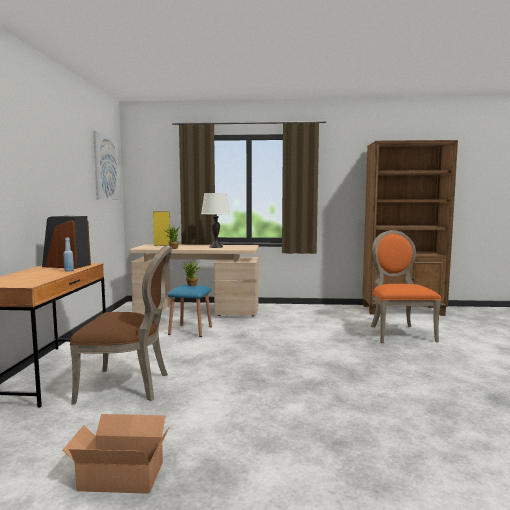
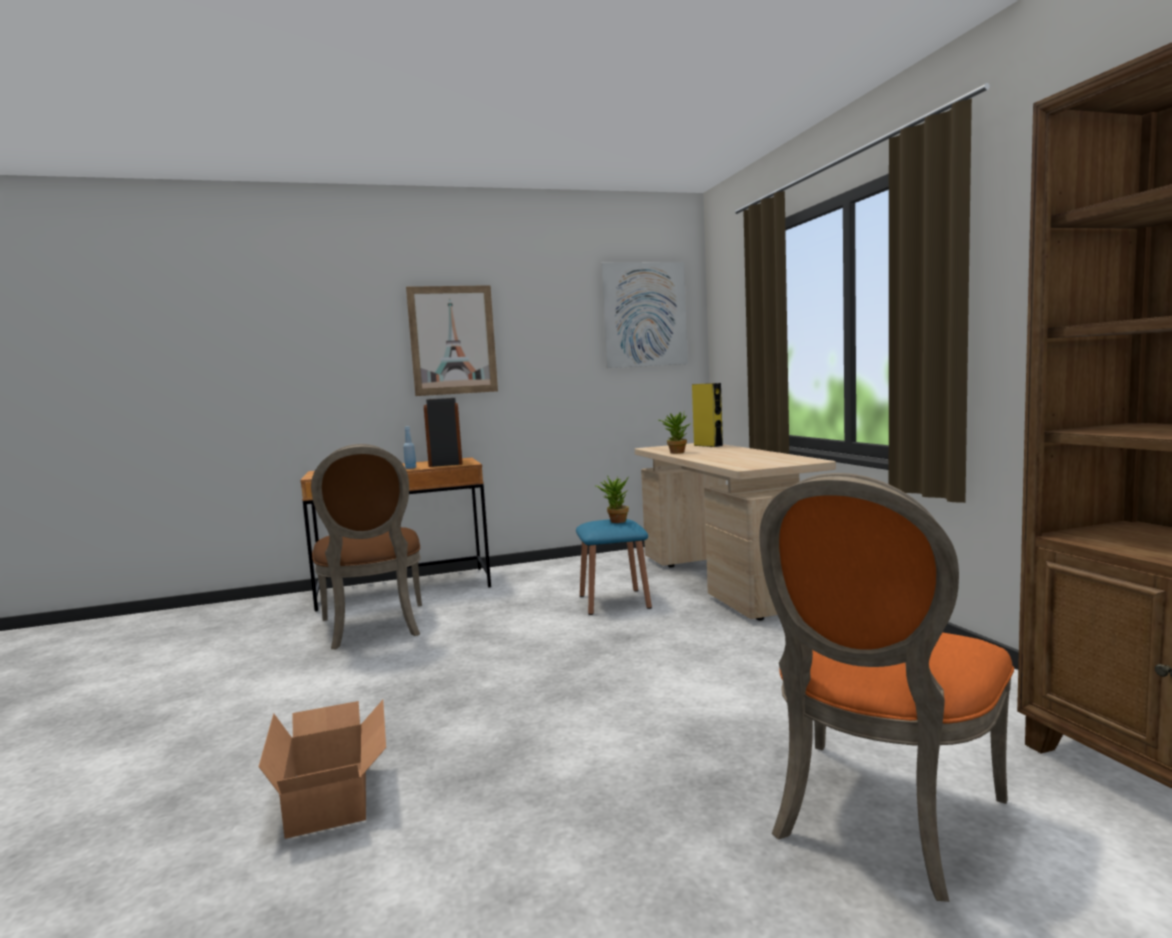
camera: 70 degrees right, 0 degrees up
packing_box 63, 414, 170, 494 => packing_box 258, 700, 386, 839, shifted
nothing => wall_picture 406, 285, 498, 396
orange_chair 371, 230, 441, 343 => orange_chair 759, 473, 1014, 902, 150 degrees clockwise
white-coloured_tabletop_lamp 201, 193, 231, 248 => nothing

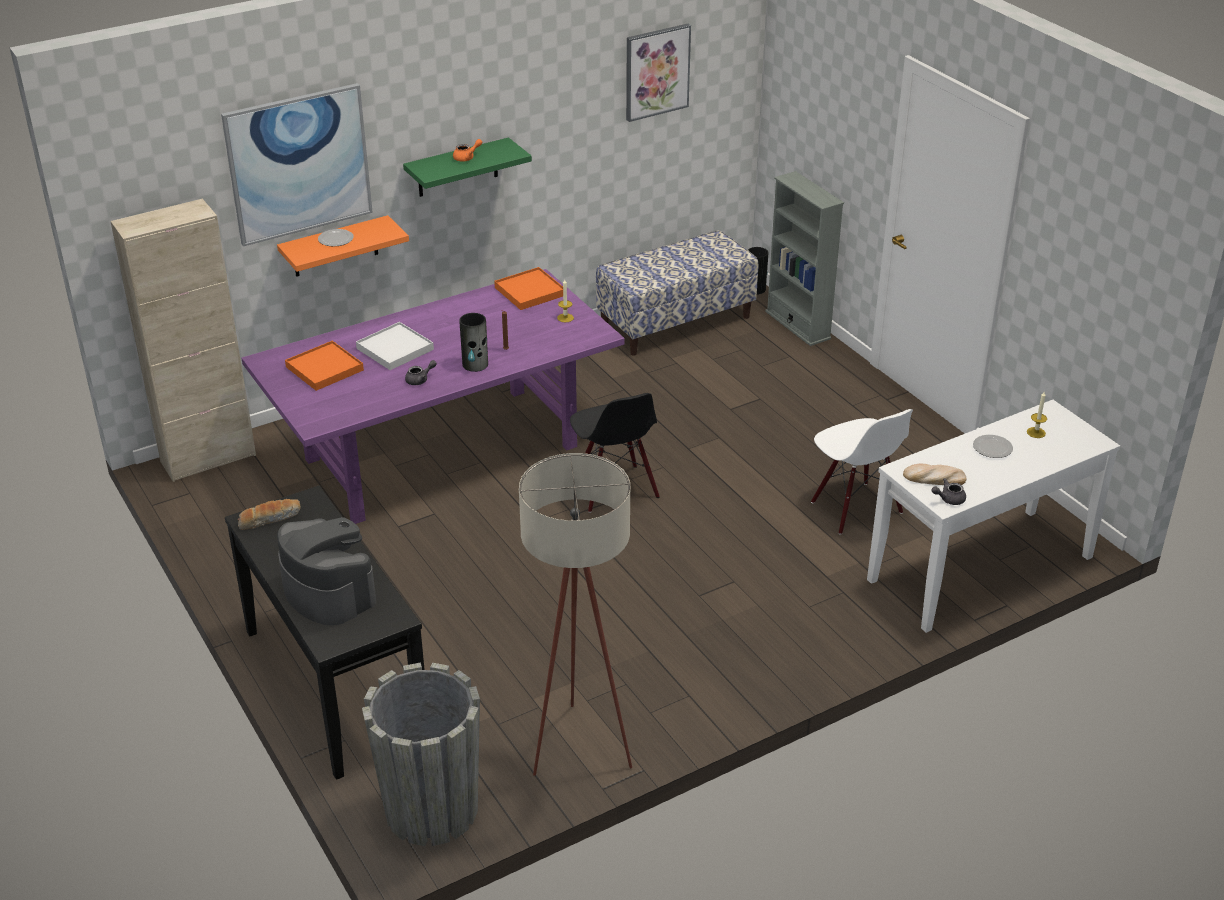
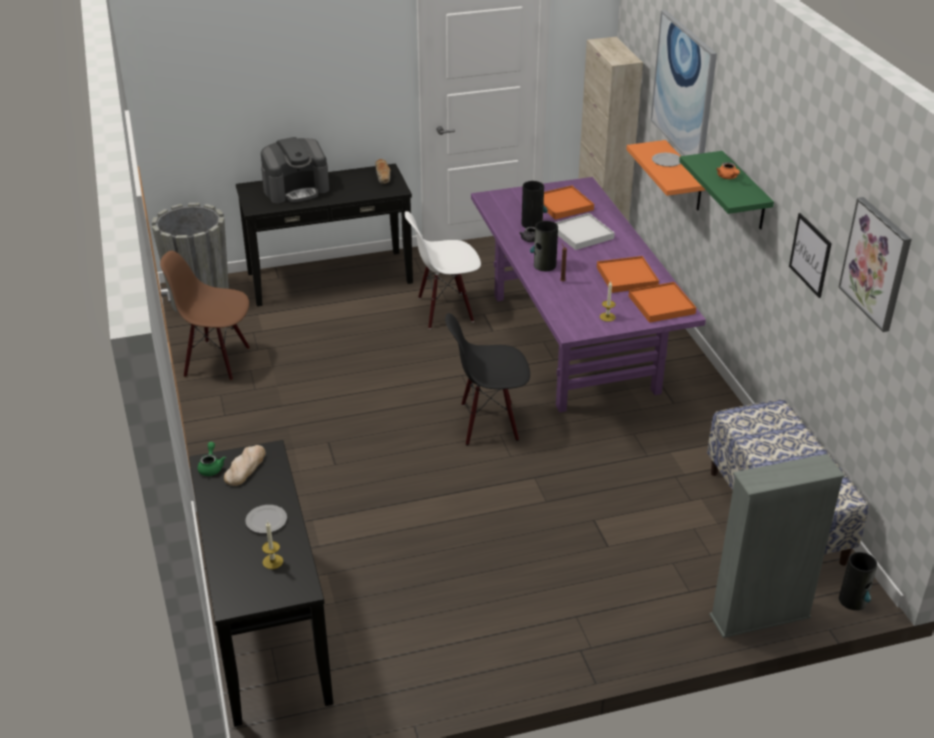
camera: 105 degrees right, 0 degrees up
sand-coloured_floor_lamp 519, 453, 632, 776 => brown_chair 160, 251, 250, 380
white-coloured_hall_table 867, 400, 1120, 633 => blackish_hall_table 189, 440, 333, 727
gray_teapot 931, 478, 966, 505 => greenish_teapot 198, 442, 226, 476
white-coloured_chair 811, 409, 913, 535 => white-coloured_chair 405, 211, 481, 329, shifted
nothing => flower_vase 522, 181, 548, 228
nothing => orange_carrying_tray 597, 256, 659, 293
nothing => wall_picture 789, 213, 832, 298

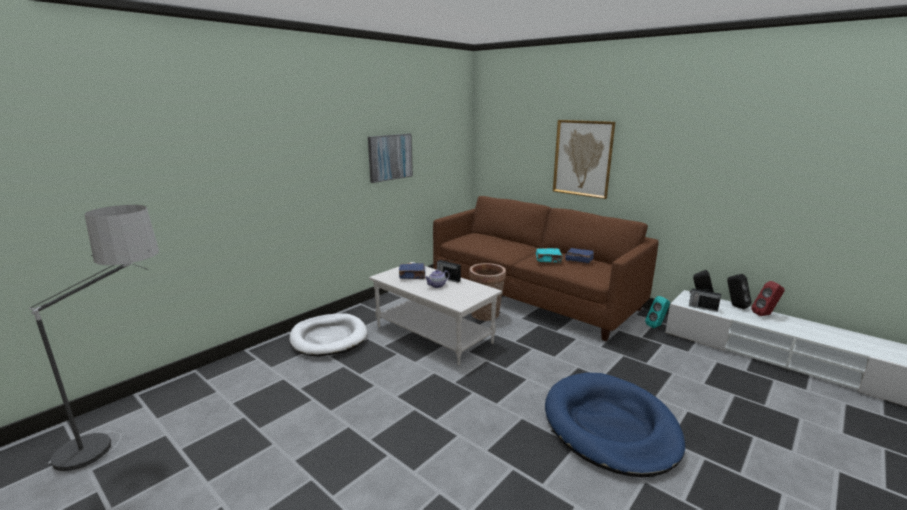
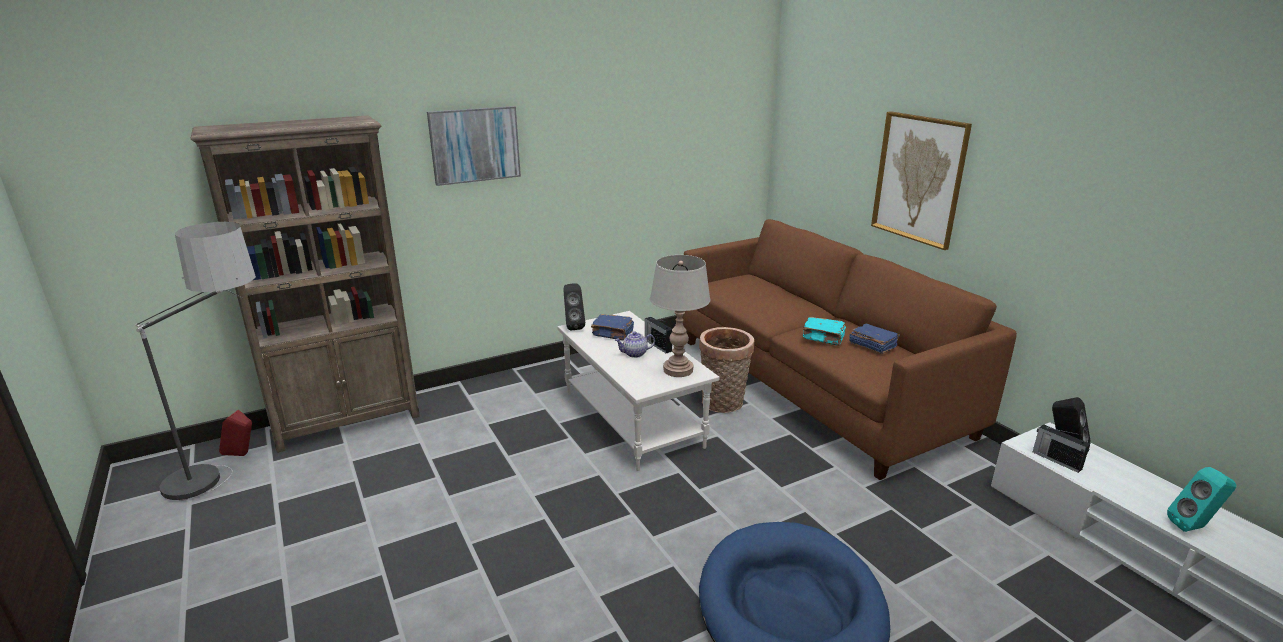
camera: 20 degrees right, 5 degrees up
nothing => brown_bookcase 191, 115, 420, 453
red-coloured_speaker 751, 281, 785, 316 => red-coloured_speaker 219, 409, 252, 456, shifted
wall_picture 368, 134, 413, 183 => wall_picture 427, 106, 521, 186, shifted
blackish_speaker 727, 274, 751, 309 => blackish_speaker 563, 284, 585, 331, shifted
nothing => gray_tabletop_lamp 650, 255, 710, 377
blue-green_speaker 645, 296, 670, 328 => blue-green_speaker 1167, 467, 1236, 532, shifted
white-coloured_dog_bed 289, 313, 367, 357 => nothing

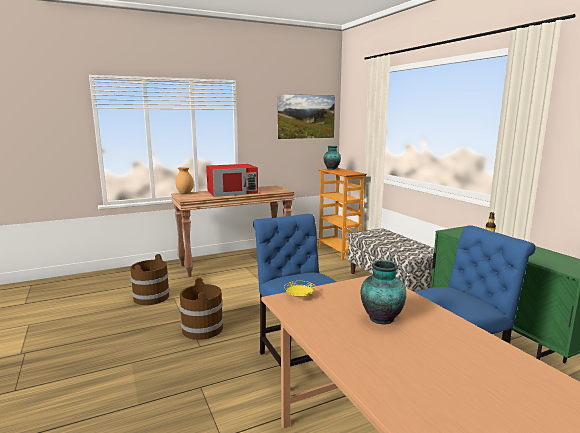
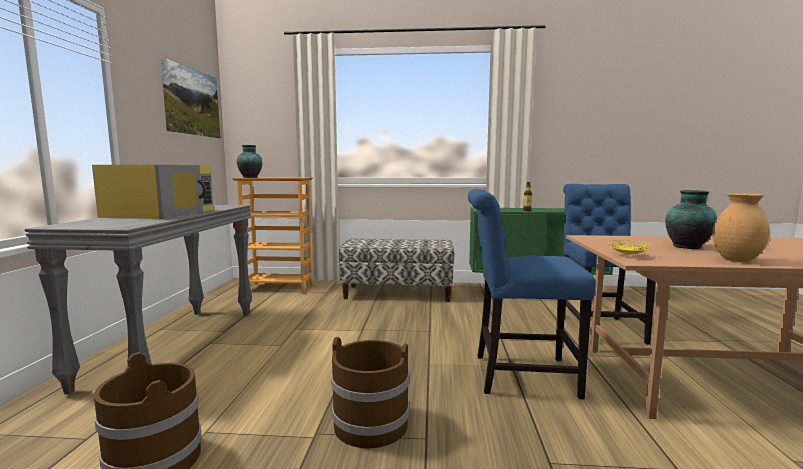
camera: 60 degrees left, 5 degrees down
brown_hall_table 171, 185, 294, 277 => gray_hall_table 25, 205, 252, 394
red-coloured_kitchen_microwave 206, 164, 258, 197 => yellow-coloured_kitchen_microwave 92, 165, 213, 219
brown_flower_vase 175, 167, 194, 194 => brown_flower_vase 712, 193, 770, 262, shifted

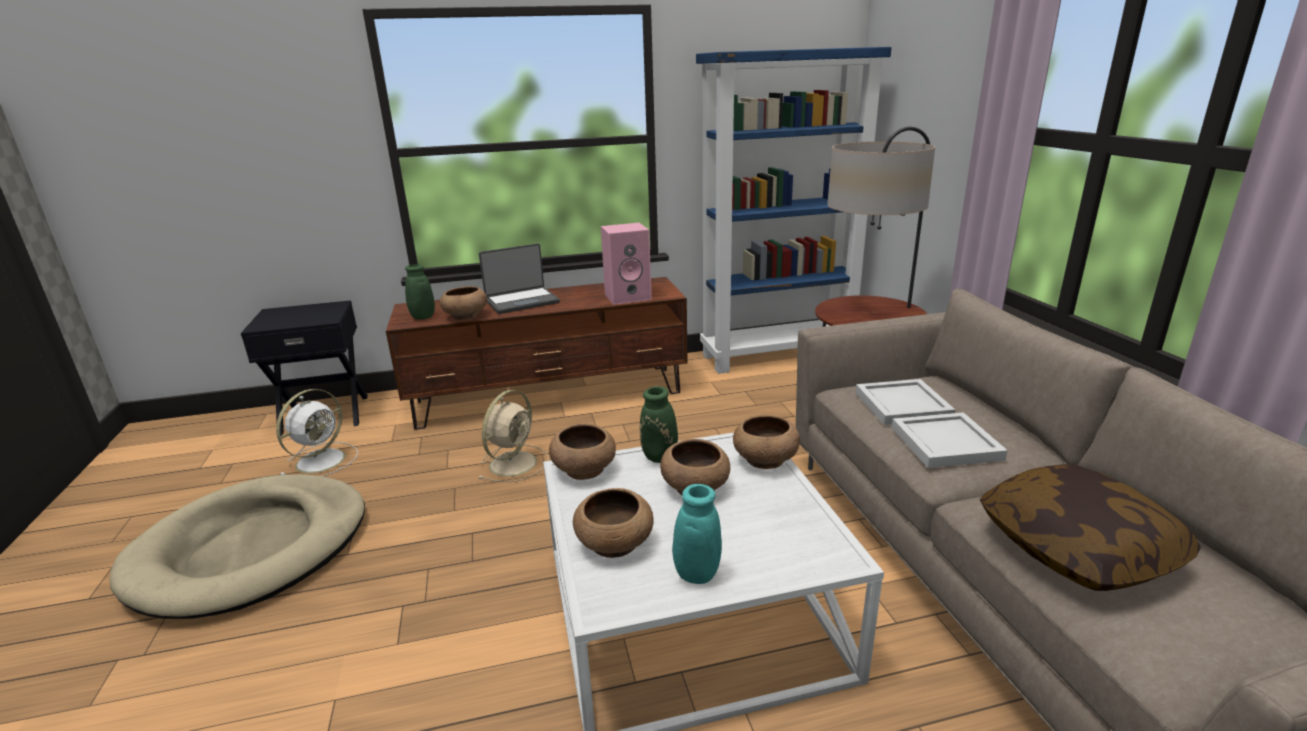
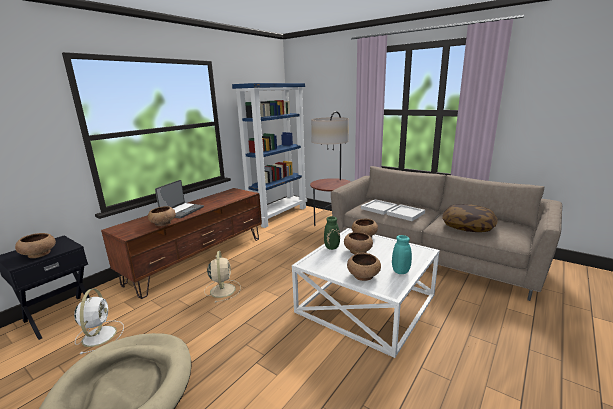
camera: 40 degrees left, 5 degrees down
brown_deep_dish 549, 423, 616, 480 => brown_deep_dish 15, 233, 56, 258, shifted
greenish_flower_vase 405, 264, 435, 320 => nothing
pink_speaker 601, 223, 652, 305 => nothing

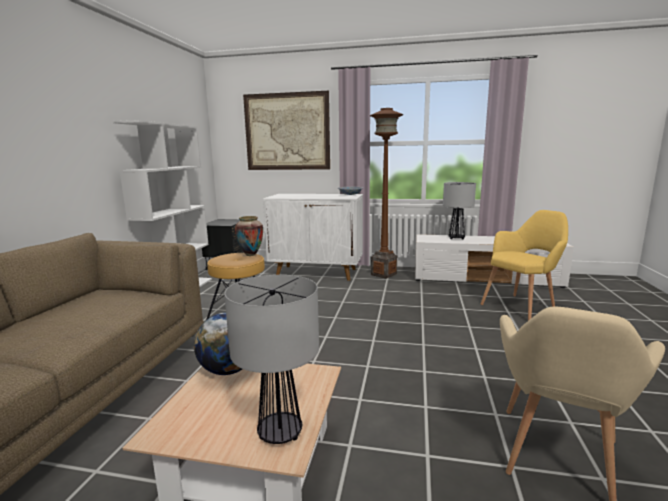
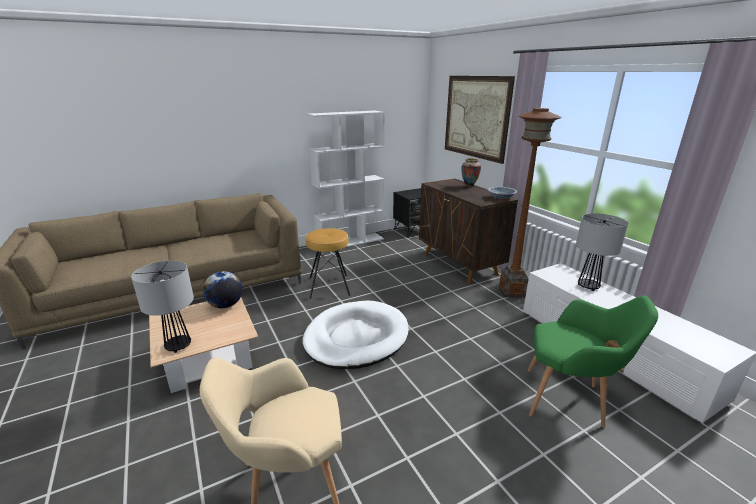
camera: 50 degrees right, 10 degrees up
nothing => white-coloured_dog_bed 303, 301, 409, 369
white-coloured_cupboard 263, 194, 363, 281 => brown_cupboard 419, 179, 518, 284
flower_vase 235, 216, 263, 256 => flower_vase 461, 158, 481, 187, shifted
yellow-coloured_armchair 481, 210, 568, 321 => greenish_armchair 528, 295, 658, 428

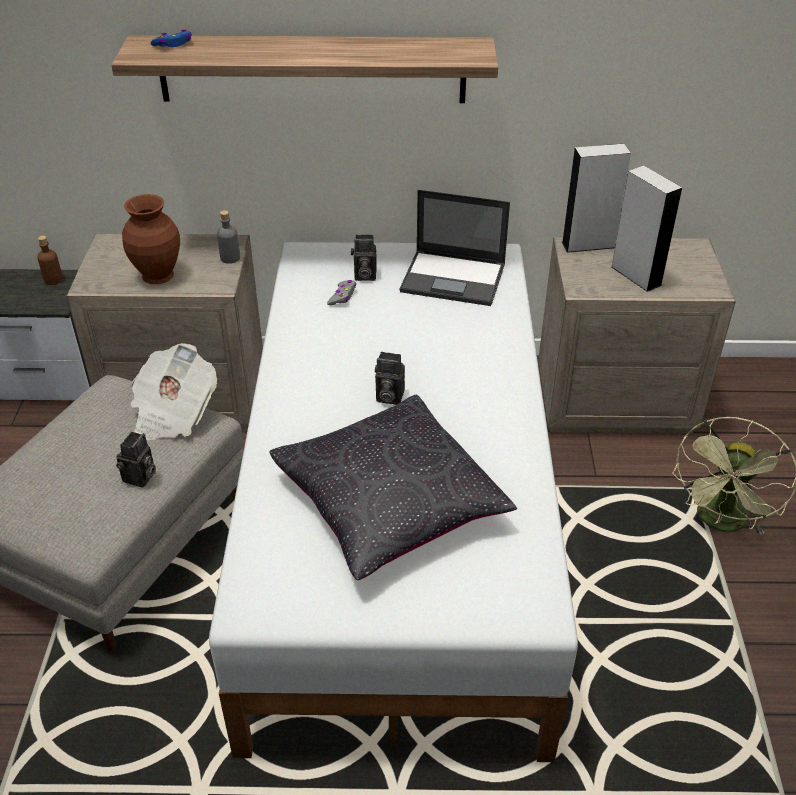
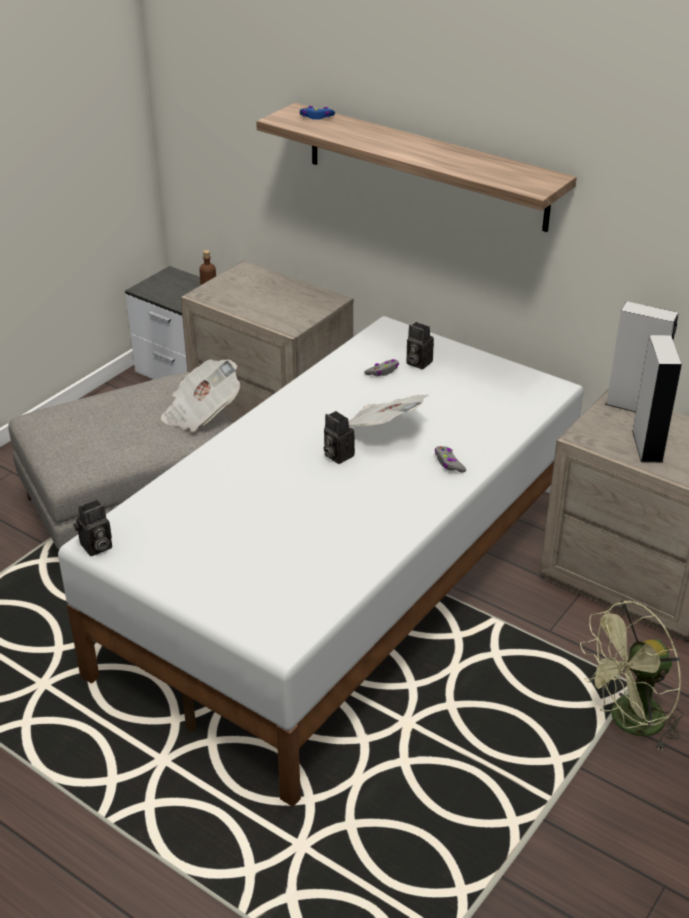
camera: 35 degrees right, 5 degrees down
photo_camera 116, 432, 156, 487 => photo_camera 73, 500, 112, 556, shifted
nothing => printed_paper 349, 395, 429, 427
nothing => gray_game_controller 435, 446, 466, 473
brown_flower_vase 122, 194, 180, 284 => nothing
gray_beverage_bottle 217, 210, 240, 264 => nothing
blackish_cushion 269, 395, 517, 580 => nothing
portable_computer 399, 190, 510, 306 => nothing

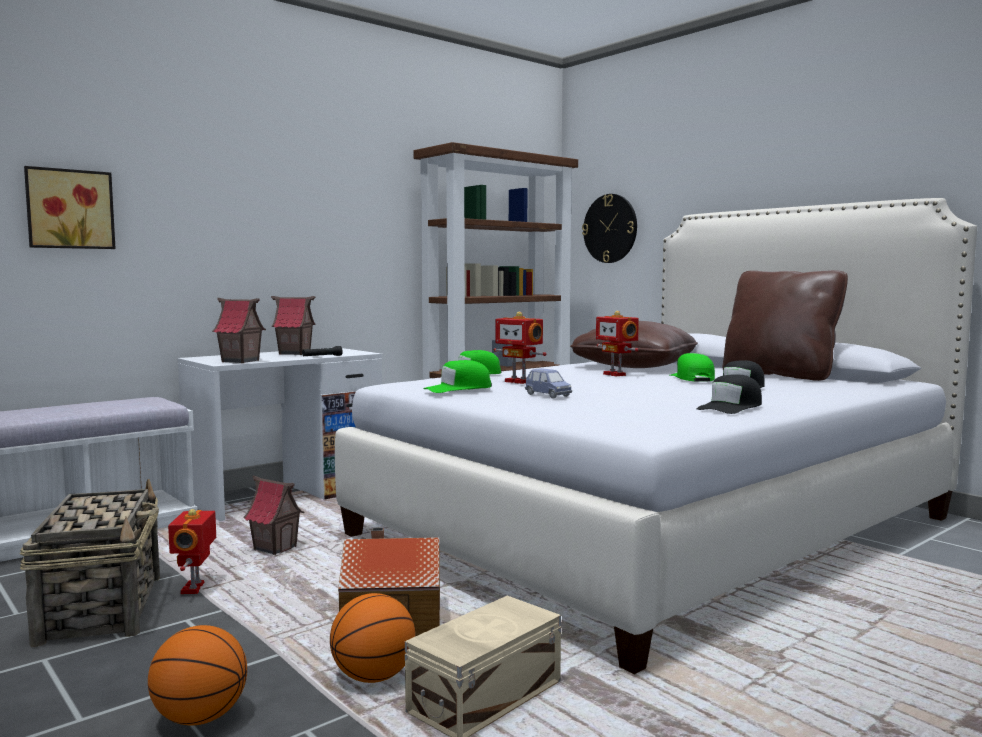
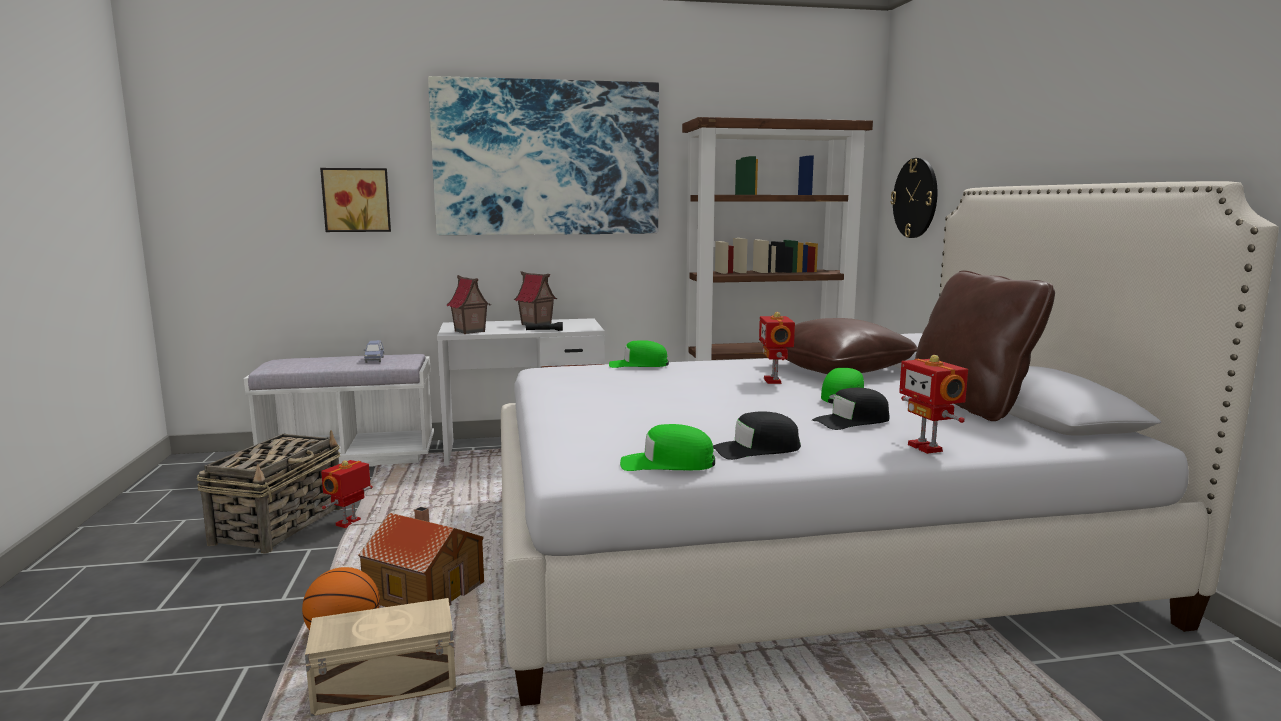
camera: 30 degrees right, 5 degrees up
blue_toy_car 525, 368, 572, 399 => blue_toy_car 364, 340, 384, 363, shifted
nothing => wall_picture 428, 76, 659, 235
greenish_baseball_cap 423, 360, 492, 393 => greenish_baseball_cap 620, 424, 715, 471, shifted
robot_figure 494, 312, 547, 384 => robot_figure 899, 355, 968, 454, shifted
ball_for_basketball 148, 625, 247, 725 => nothing
toy_house 243, 476, 304, 555 => nothing

